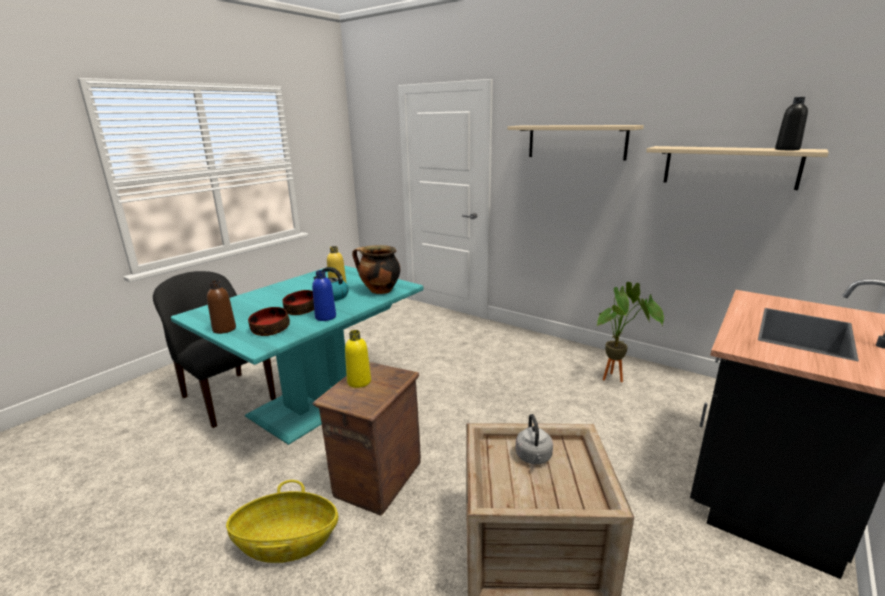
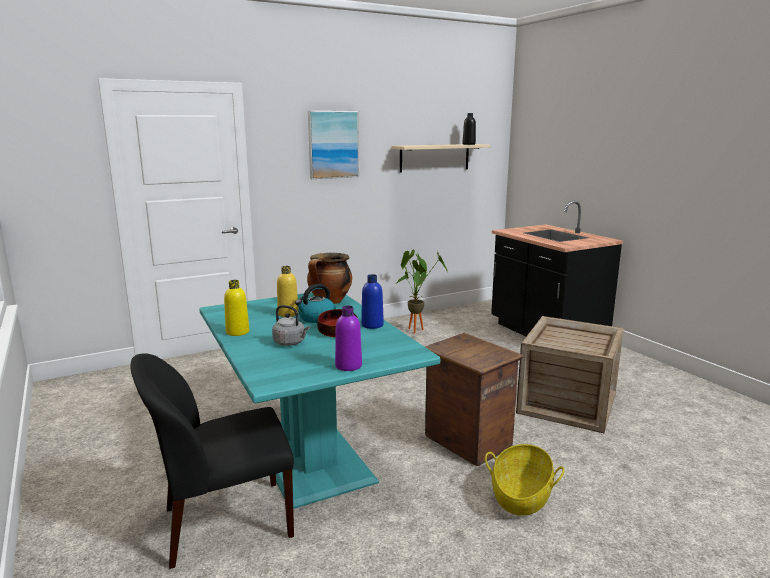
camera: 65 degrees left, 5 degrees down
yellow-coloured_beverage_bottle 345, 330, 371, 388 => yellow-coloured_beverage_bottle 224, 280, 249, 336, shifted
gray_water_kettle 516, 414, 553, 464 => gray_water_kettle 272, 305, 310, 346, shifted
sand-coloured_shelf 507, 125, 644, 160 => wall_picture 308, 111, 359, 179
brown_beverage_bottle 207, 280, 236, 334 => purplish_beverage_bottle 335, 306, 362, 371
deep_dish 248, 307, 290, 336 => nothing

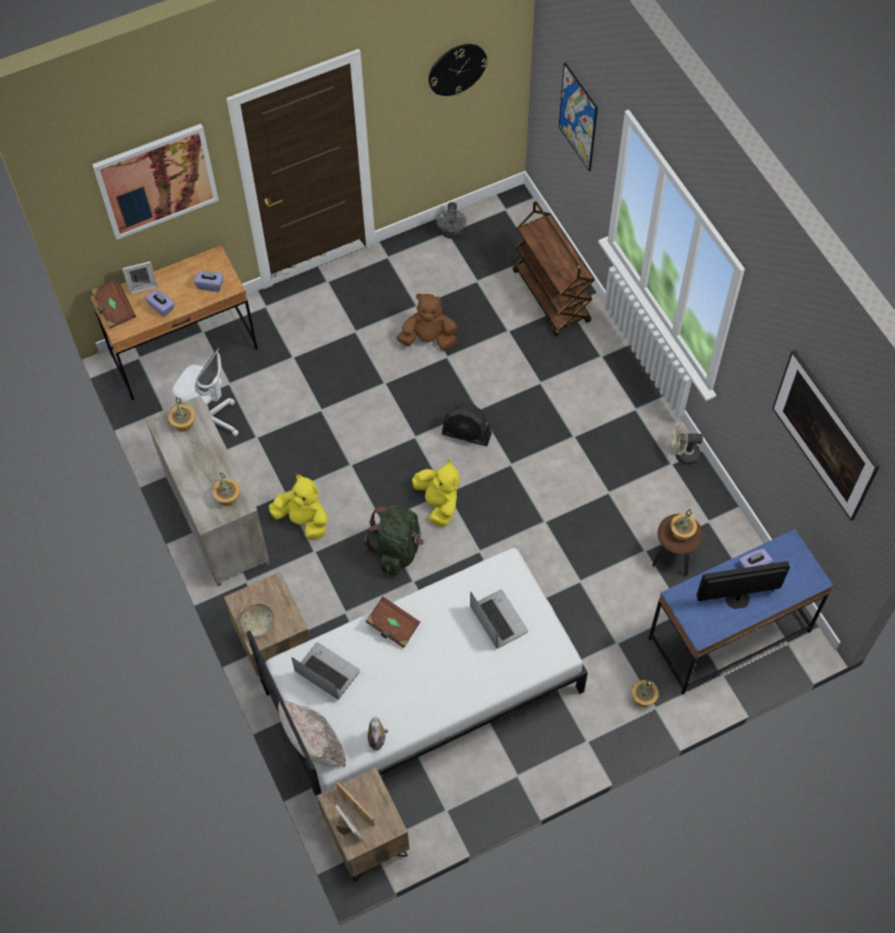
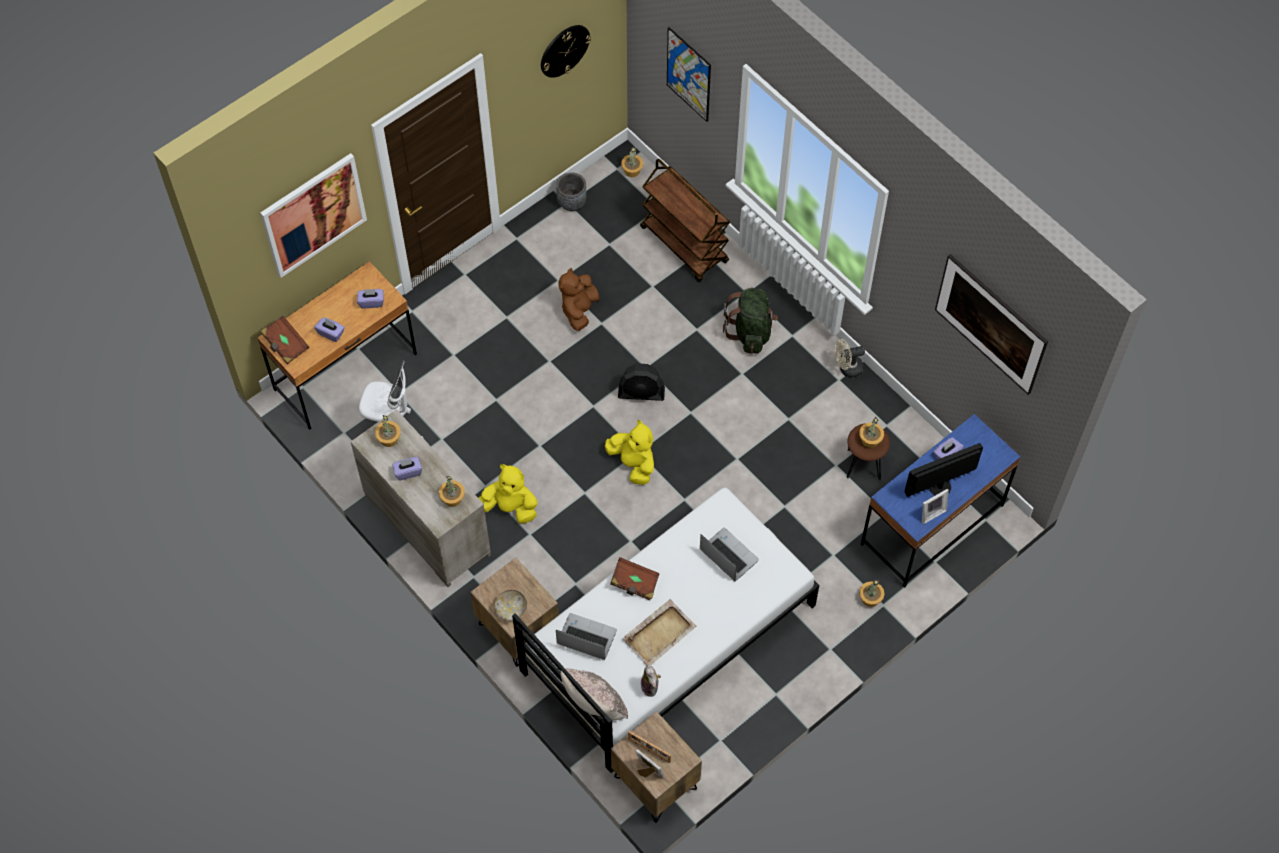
camera: 15 degrees left, 0 degrees up
nothing => purplish_box_of_tissues 392, 457, 422, 481
gray_fan 436, 202, 467, 239 => gray_flower_pot 556, 172, 587, 211
brown_cuddly_toy 397, 293, 457, 351 => brown_cuddly_toy 558, 268, 600, 331, 60 degrees counterclockwise
nothing => plant_in_a_pot 621, 147, 643, 177
nothing => sand-coloured_carrying_tray 622, 599, 697, 666
greenish_rucksack 363, 505, 424, 575 => greenish_rucksack 723, 288, 778, 354, shifted
photo_frame 122, 261, 158, 294 => photo_frame 922, 489, 949, 524, shifted

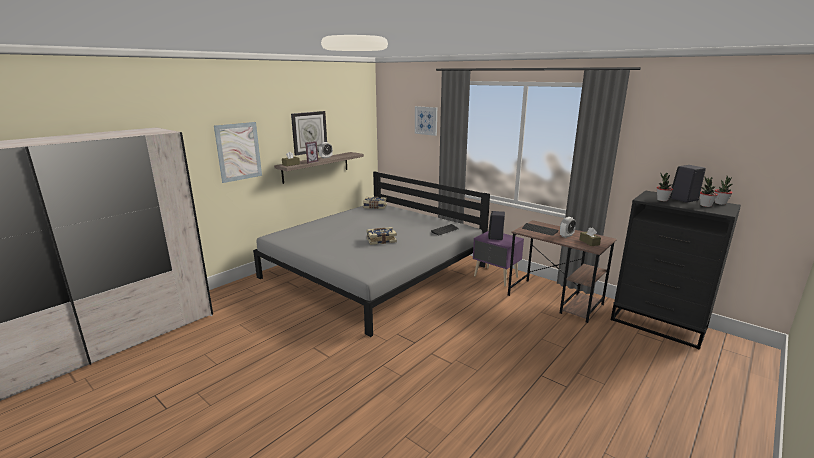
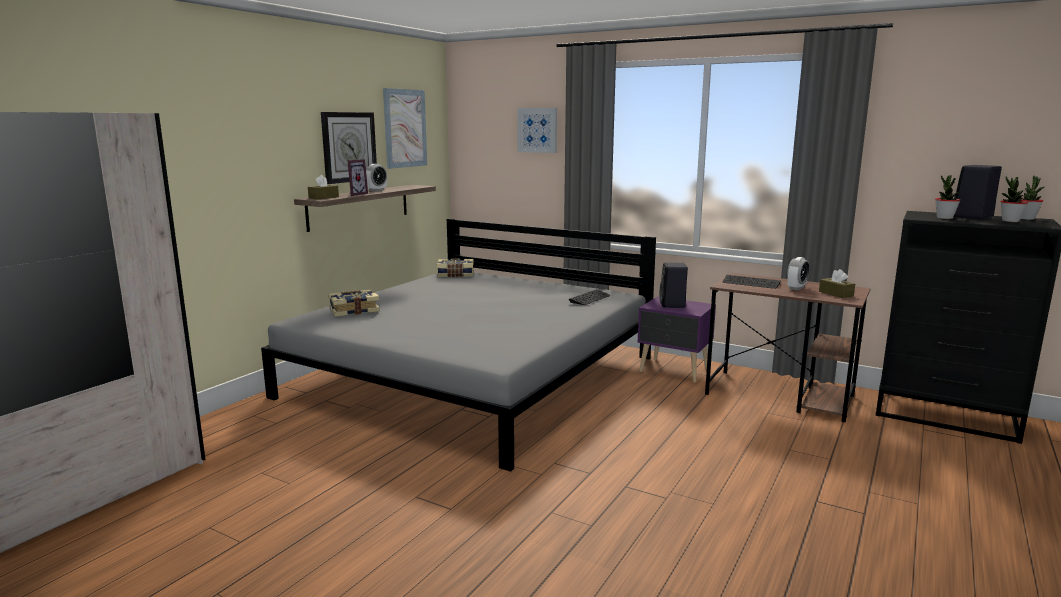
camera: 10 degrees left, 5 degrees down
bound_book 366, 227, 397, 245 => bound_book 329, 290, 380, 317, shifted
wall_picture 214, 122, 262, 183 => wall_picture 383, 88, 427, 169, shifted

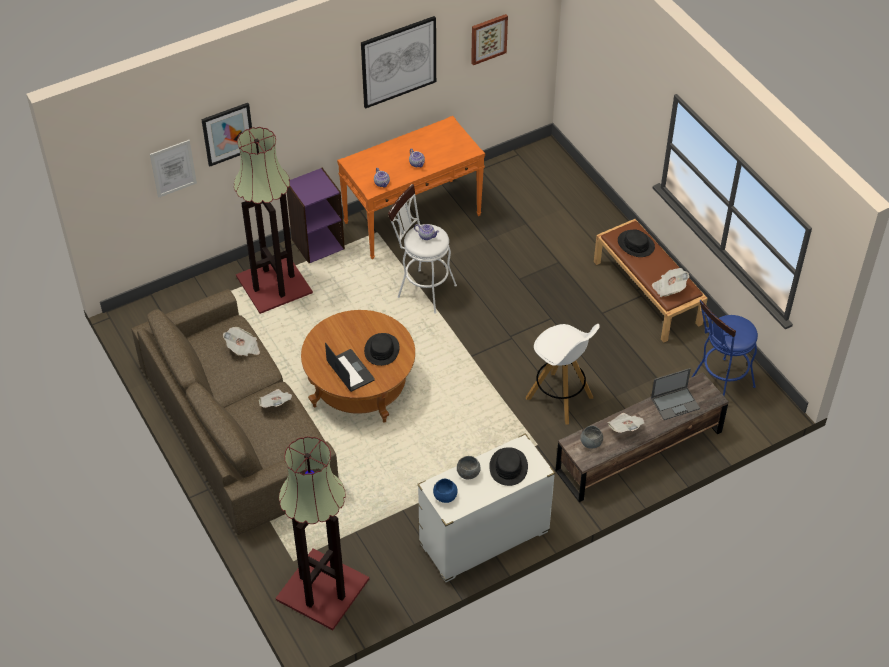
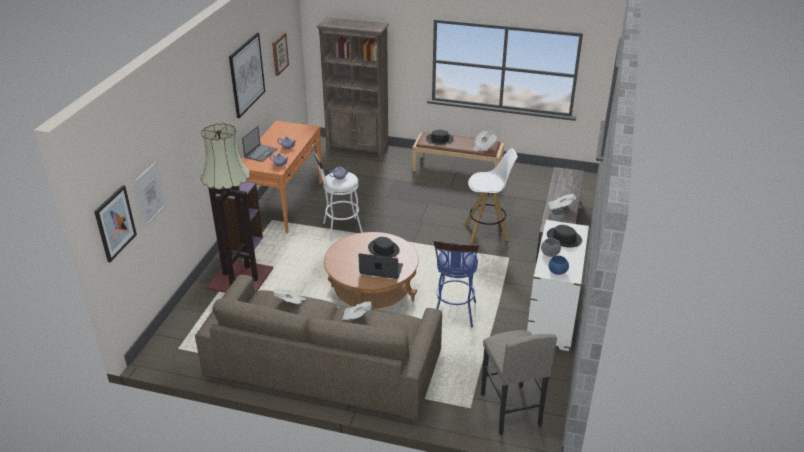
camera: 45 degrees left, 15 degrees down
wall_picture 201, 103, 252, 166 => wall_picture 94, 185, 137, 262, shifted
portable_computer 651, 368, 700, 420 => portable_computer 242, 126, 278, 162, shifted
nothing => brown_bookcase 317, 17, 389, 157
blue_sitting_stool 692, 300, 758, 396 => blue_sitting_stool 434, 240, 479, 327, shifted
floor_lamp 275, 436, 369, 630 => gray_sitting_stool 481, 330, 557, 435

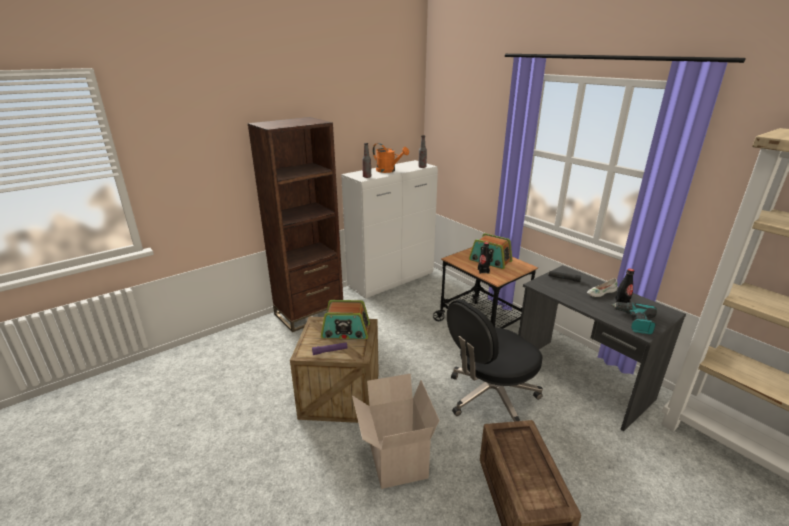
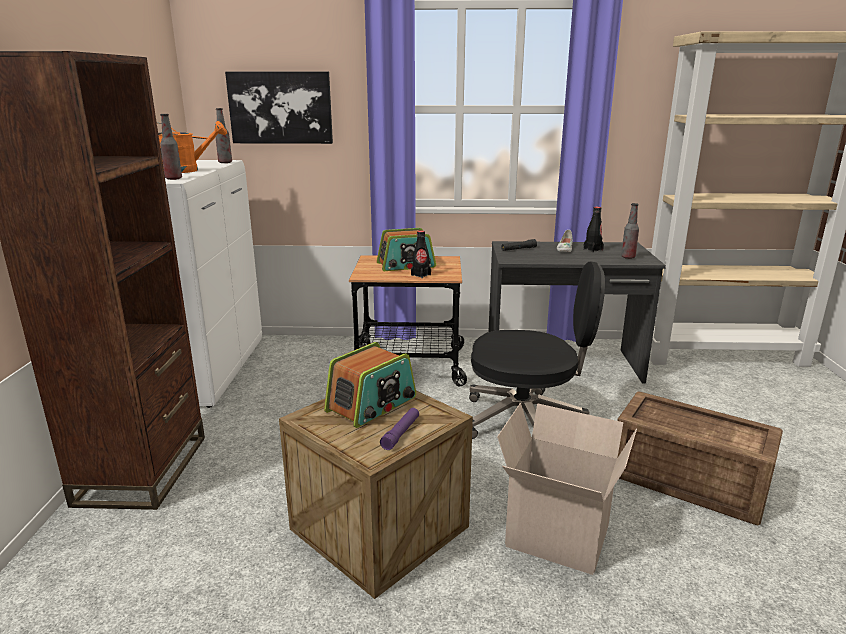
camera: 50 degrees left, 5 degrees down
nothing => wall_picture 225, 72, 333, 144
blackish_desk_chair 447, 299, 543, 422 => blackish_desk_chair 469, 262, 605, 439, 90 degrees counterclockwise
drill 611, 302, 657, 335 => beverage_bottle 621, 203, 639, 259

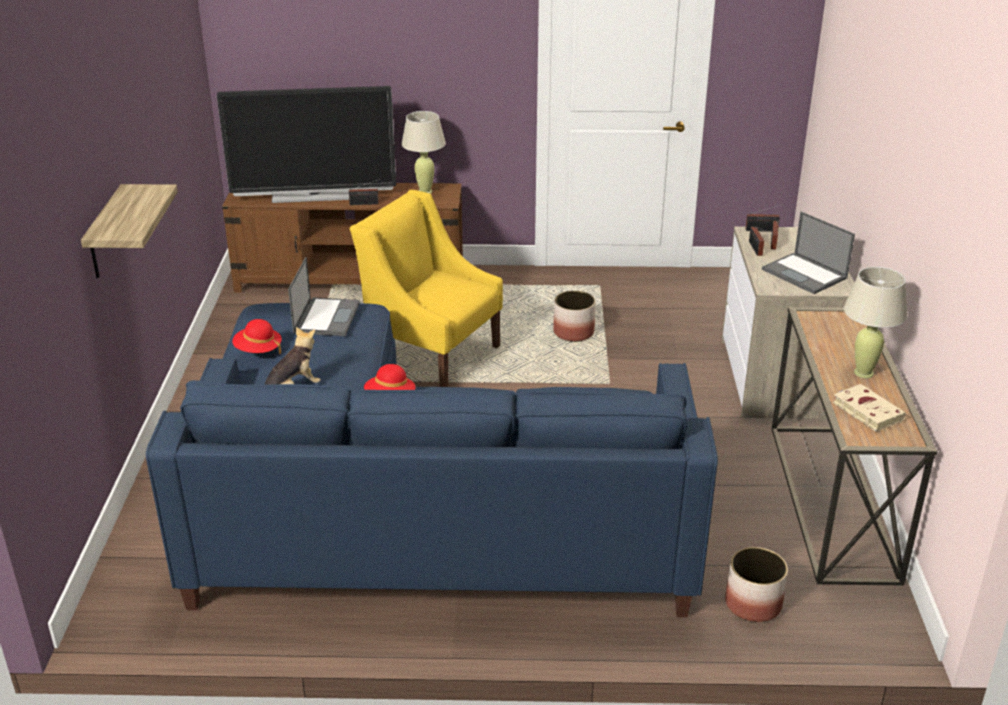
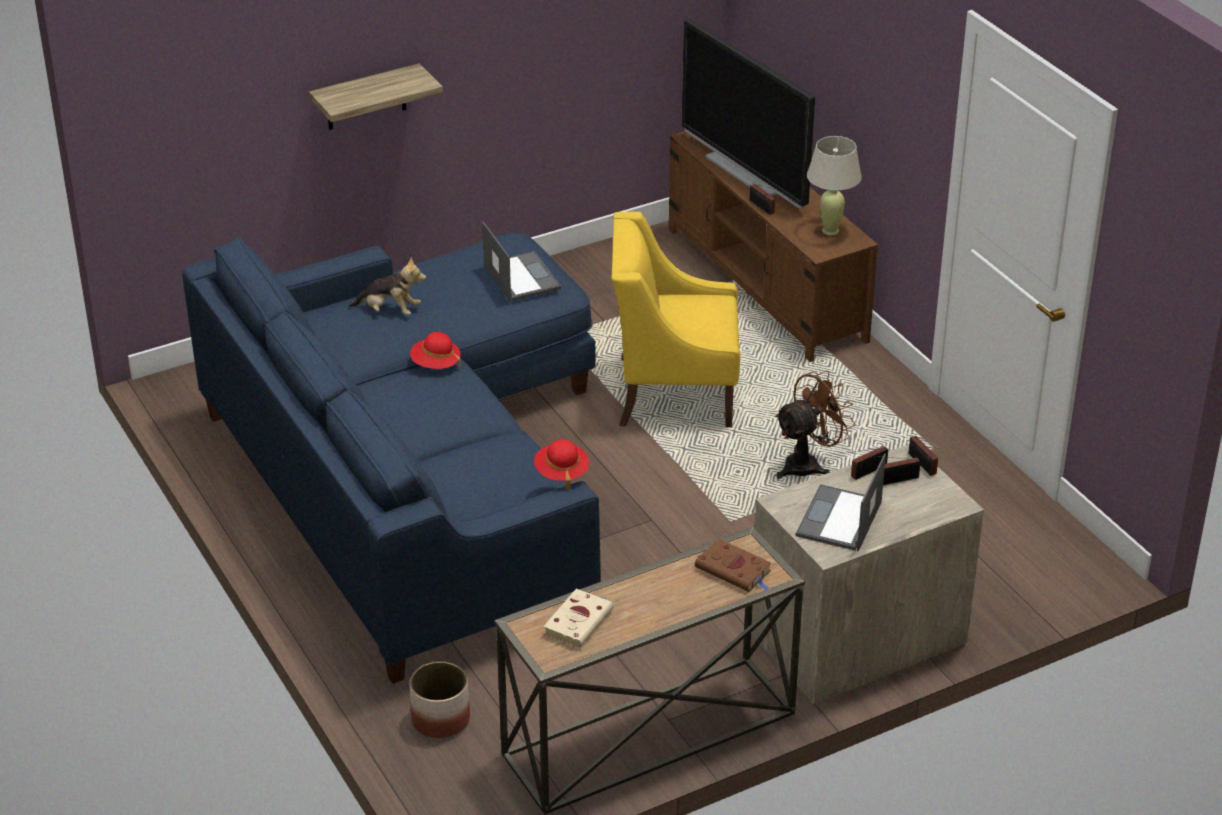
camera: 60 degrees right, 5 degrees up
portable_computer 288, 257, 360, 336 => portable_computer 482, 222, 561, 301, 90 degrees counterclockwise
red-coloured_wearable_hat 232, 319, 282, 354 => red-coloured_wearable_hat 534, 440, 589, 490, shifted
yellow-coloured_armchair 350, 190, 503, 387 => yellow-coloured_armchair 611, 212, 740, 427, 90 degrees counterclockwise
nothing => brown_bound_book 695, 538, 771, 592
flower_pot 553, 291, 595, 342 => brown_fan 775, 371, 855, 479
sand-coloured_tabletop_lamp 844, 267, 907, 378 => nothing

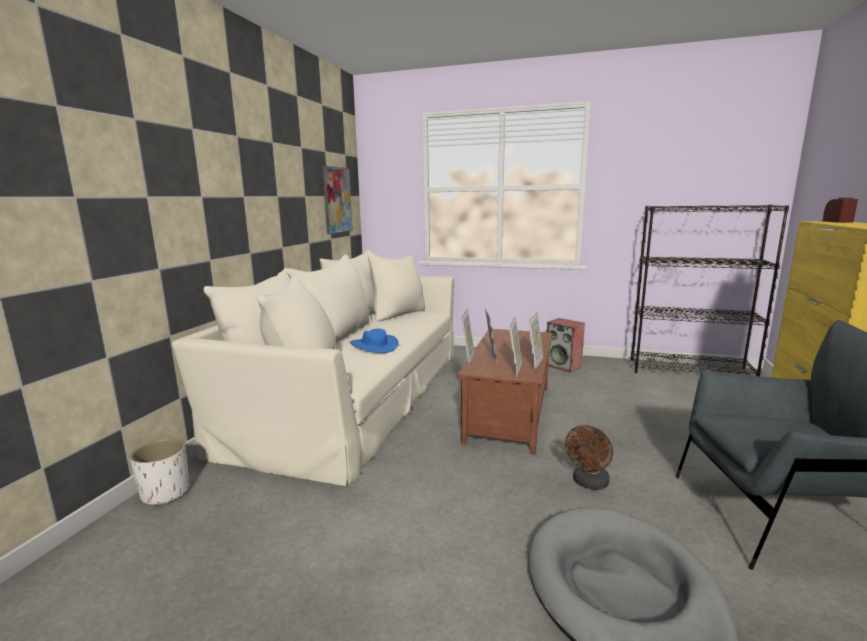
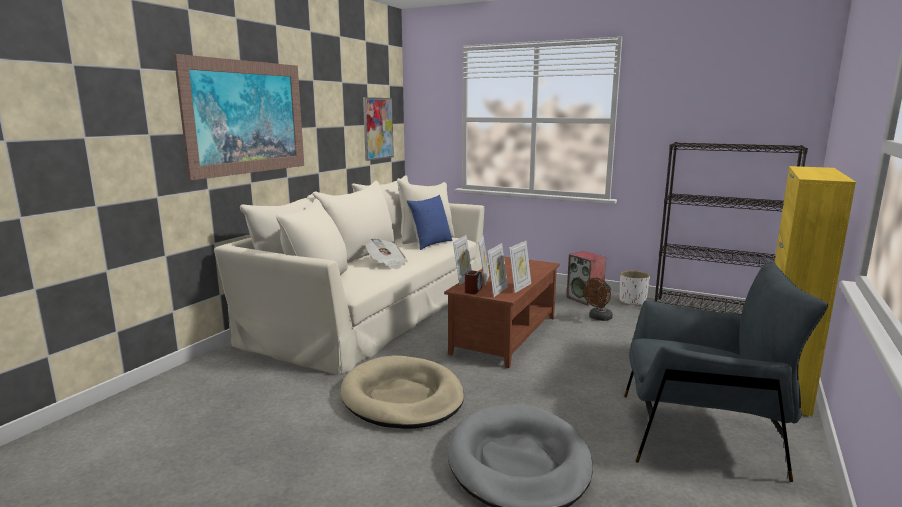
camera: 10 degrees right, 0 degrees up
nothing => wall_picture 174, 54, 304, 181
nothing => sand-coloured_dog_bed 341, 355, 464, 429
blue_wearable_hat 350, 329, 398, 353 => printed_paper 366, 238, 408, 269
nothing => blue_cushion 406, 195, 452, 250
bedside_clock 822, 198, 858, 223 => bedside_clock 465, 271, 482, 294, shifted
brown_fan 565, 425, 613, 490 => brown_fan 583, 278, 613, 321, shifted
white-coloured_flower_pot 130, 438, 190, 505 => white-coloured_flower_pot 620, 271, 650, 306, shifted

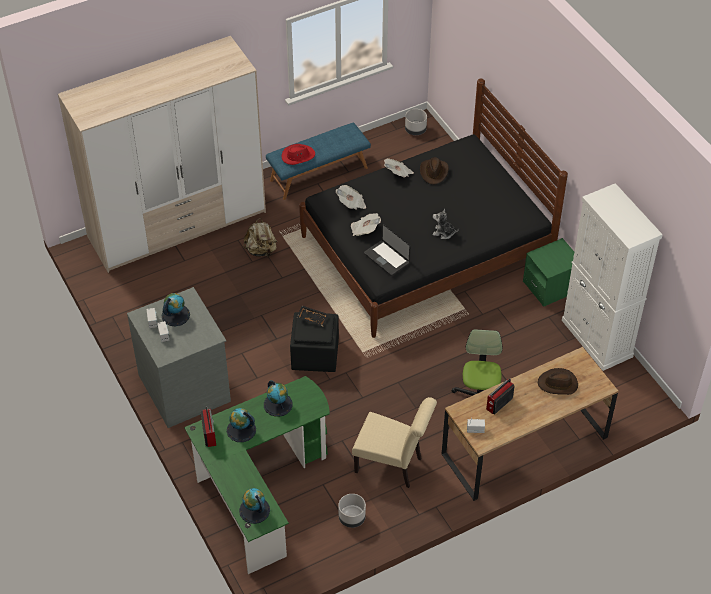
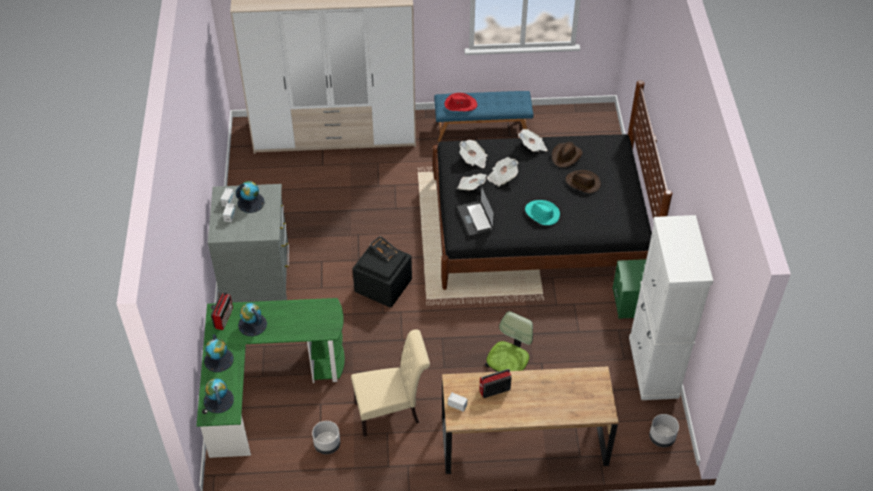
camera: 25 degrees right, 0 degrees up
world_globe 264, 380, 293, 417 => world_globe 204, 334, 234, 372, shifted
sand-coloured_chair 352, 397, 437, 488 => sand-coloured_chair 351, 329, 430, 437, 60 degrees counterclockwise
nothing => printed_paper 487, 157, 518, 187
cuddly_toy 433, 209, 459, 239 => blue-green_wearable_hat 525, 200, 560, 225
brown_wearable_hat 538, 368, 578, 395 => brown_wearable_hat 565, 170, 601, 193, shifted
gray_flower_pot 405, 109, 427, 135 => gray_flower_pot 649, 414, 679, 447, shifted
sand-coloured_rucksack 243, 218, 277, 257 => nothing

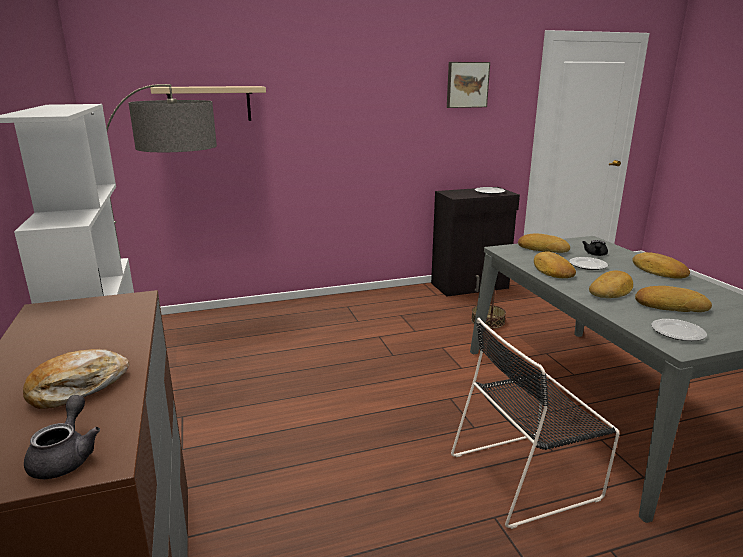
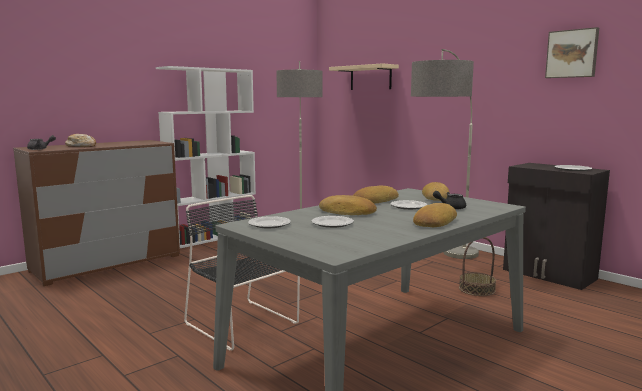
camera: 65 degrees right, 10 degrees down
baked_bread 635, 286, 712, 312 => plate 312, 216, 354, 228
nothing => floor_lamp 411, 49, 479, 259

